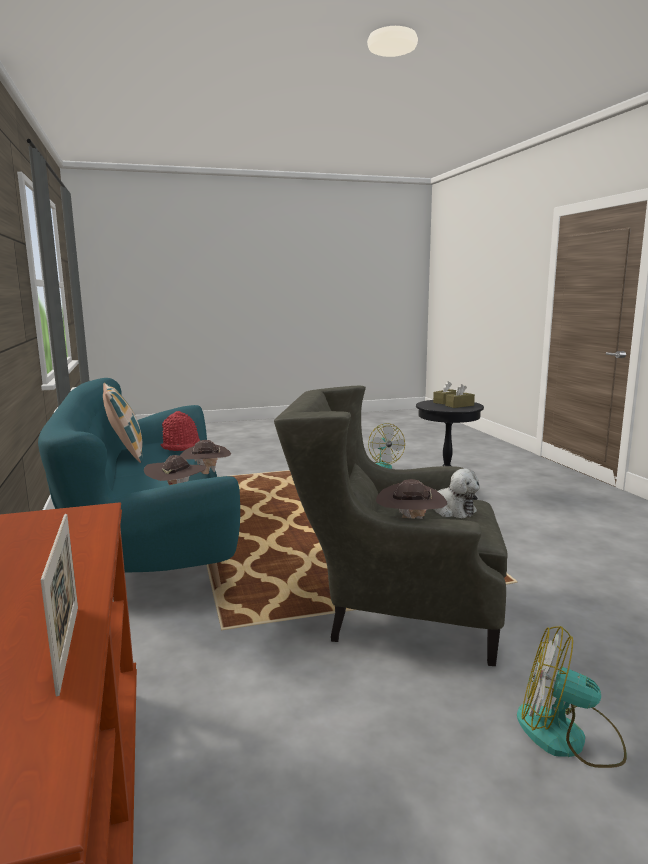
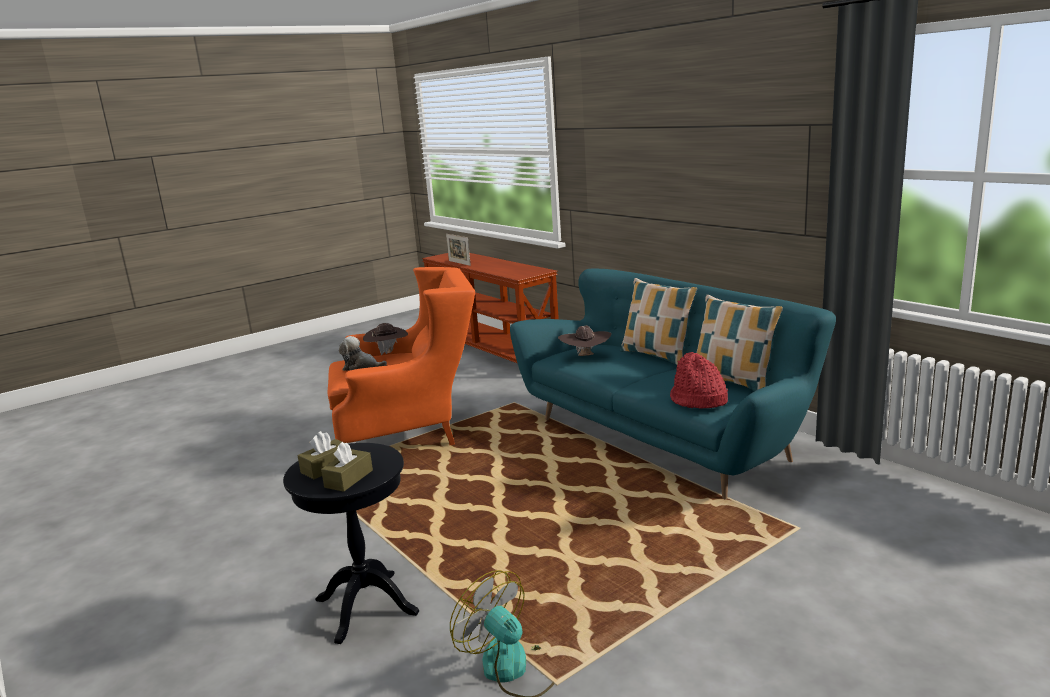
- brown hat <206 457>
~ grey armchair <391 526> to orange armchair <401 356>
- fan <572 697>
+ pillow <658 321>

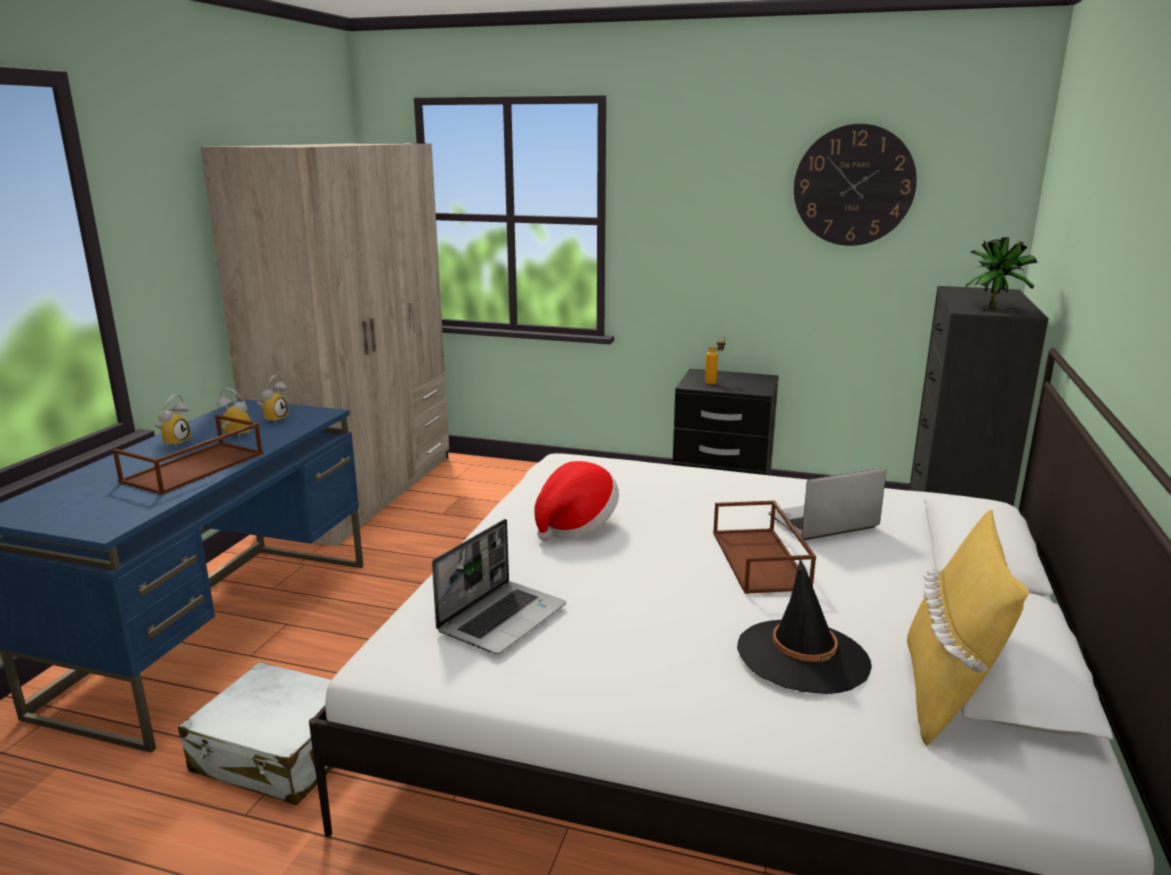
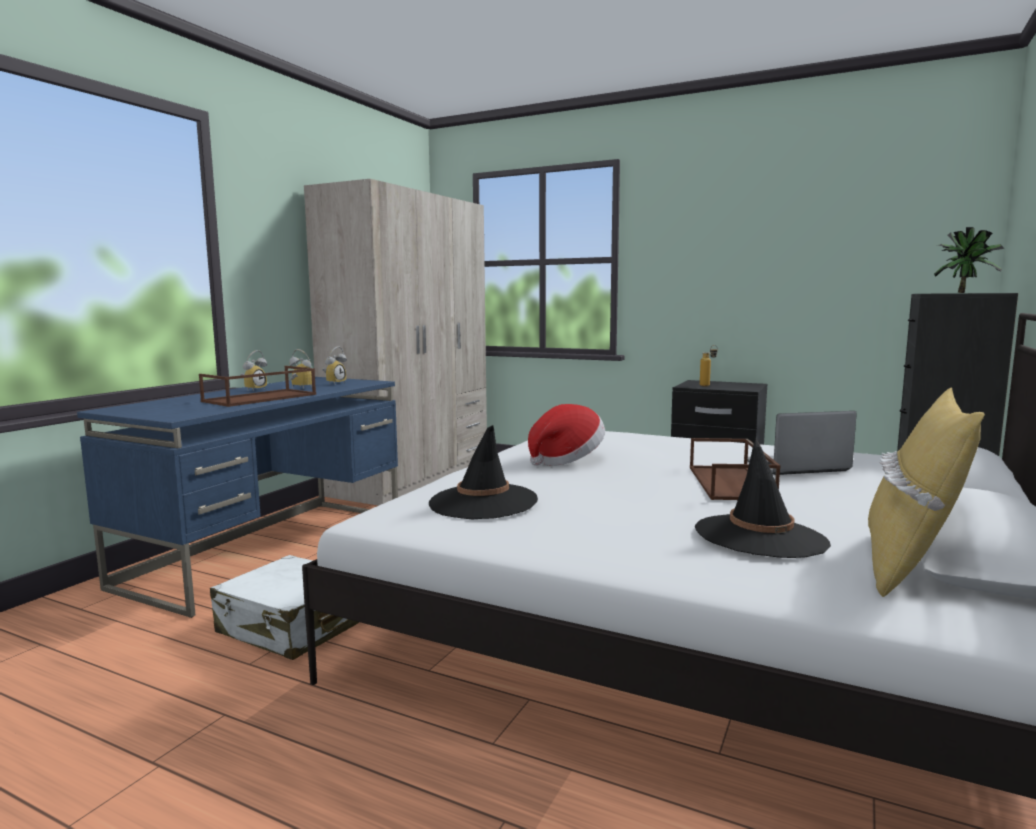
~ laptop <499 586> to black hat <483 472>
- wall clock <855 185>

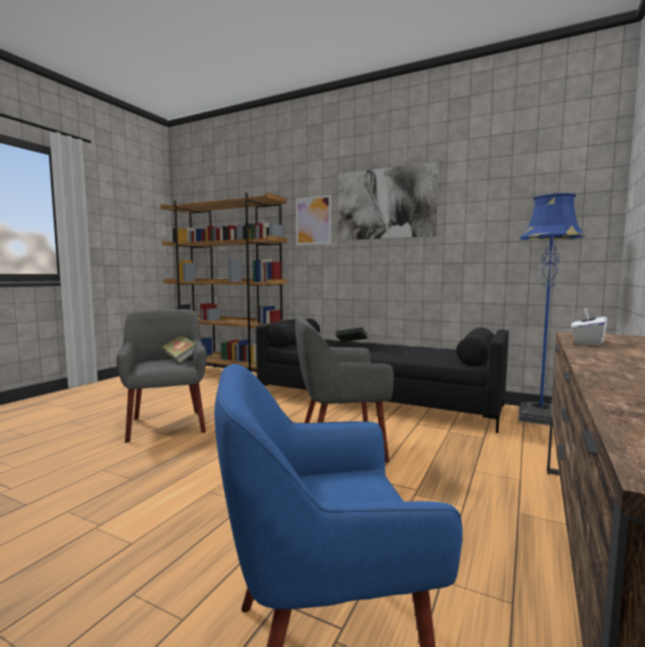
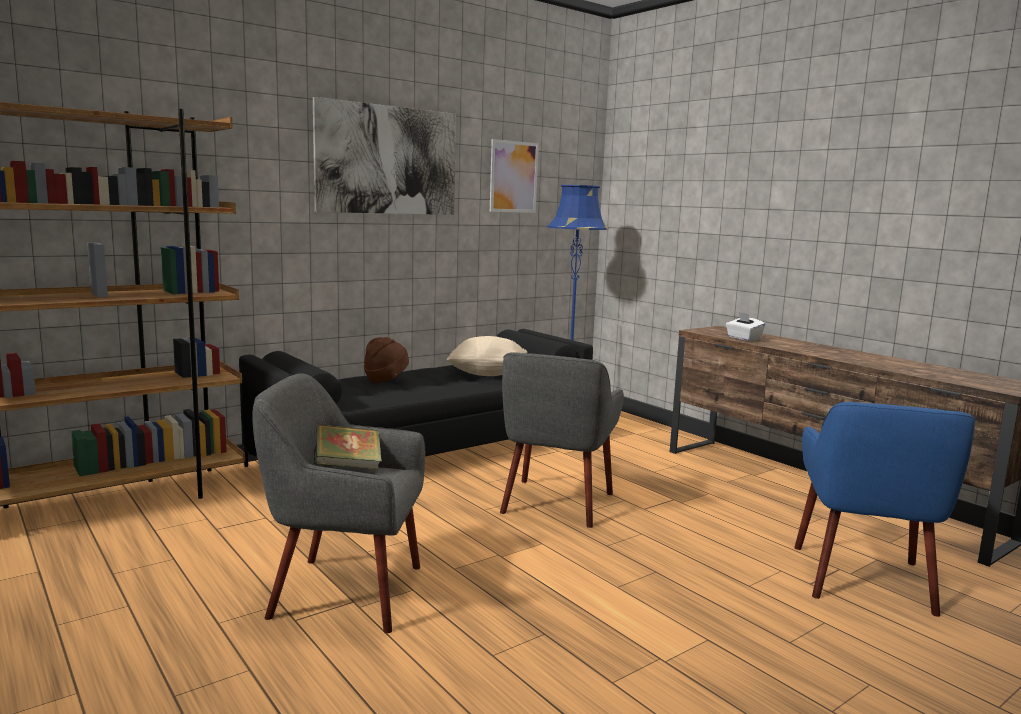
~ picture <313 220> to <514 176>
~ book <351 334> to brown hat <386 360>
+ beige pillow <486 356>

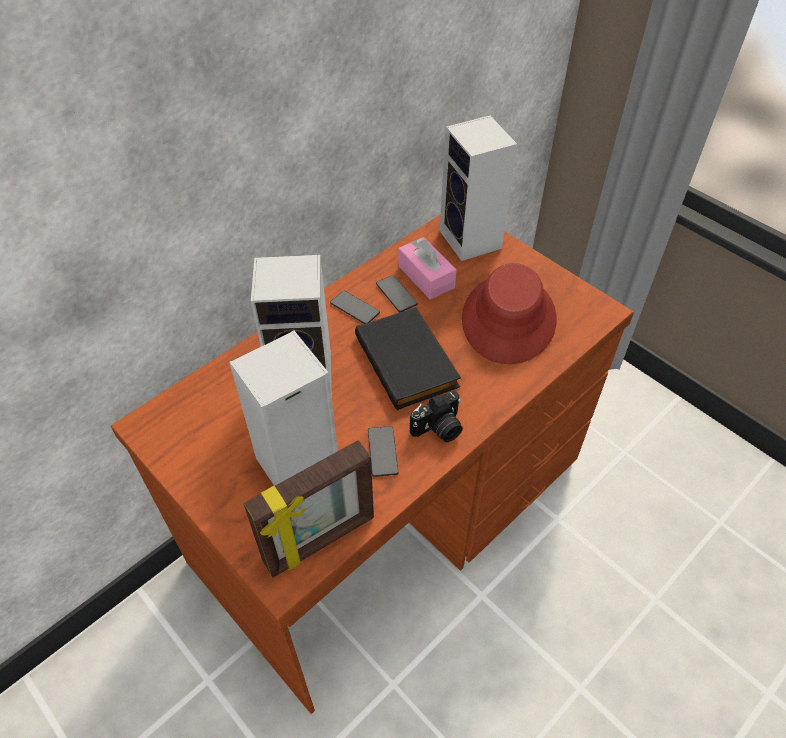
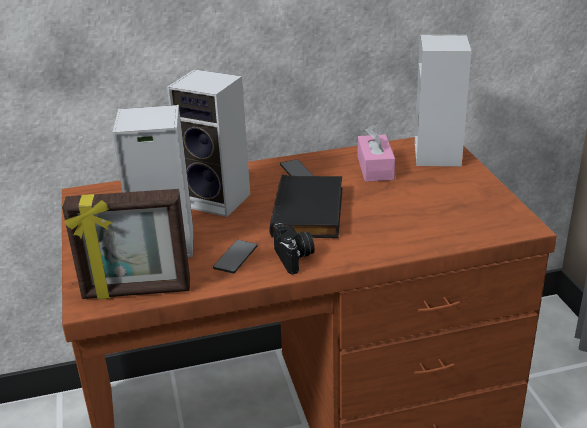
- phone <397 293>
~ photo camera <436 416> = <294 248> 105 degrees counterclockwise
- red hat <509 313>

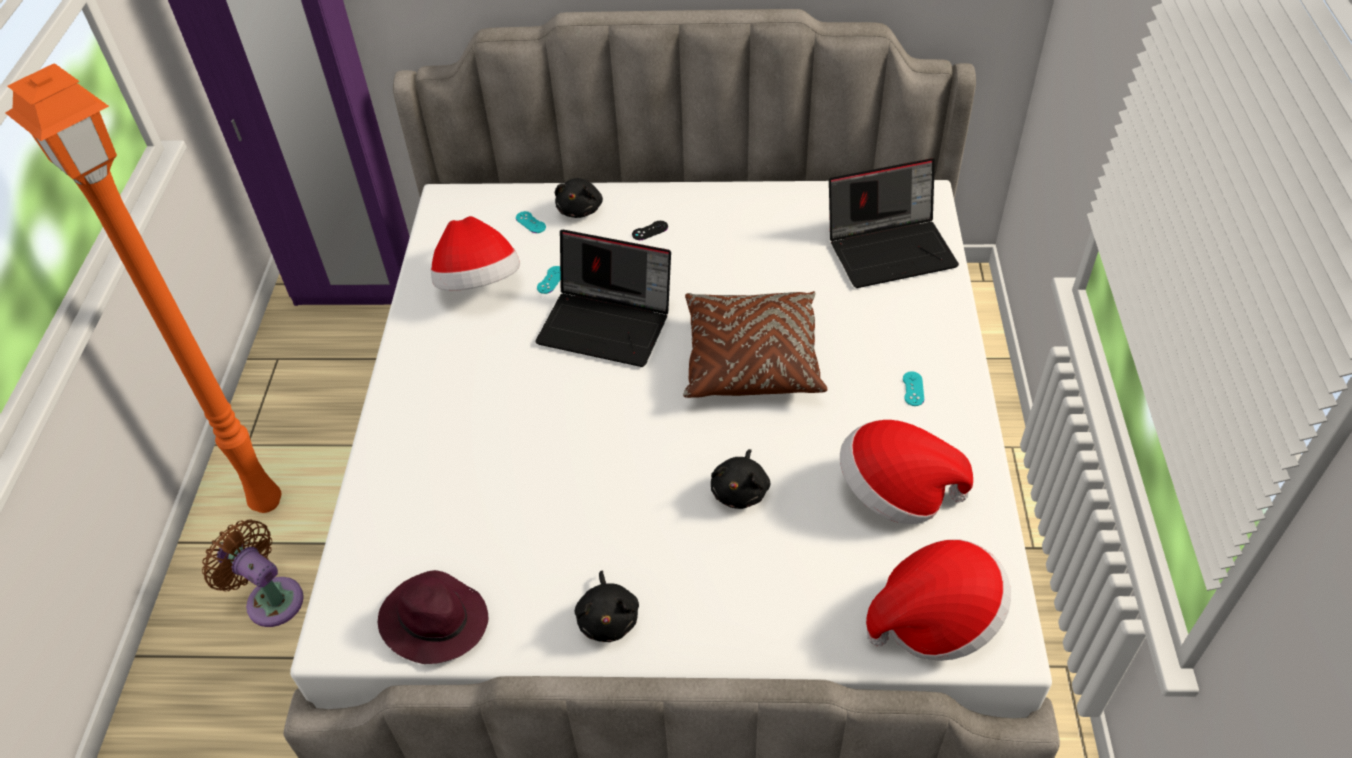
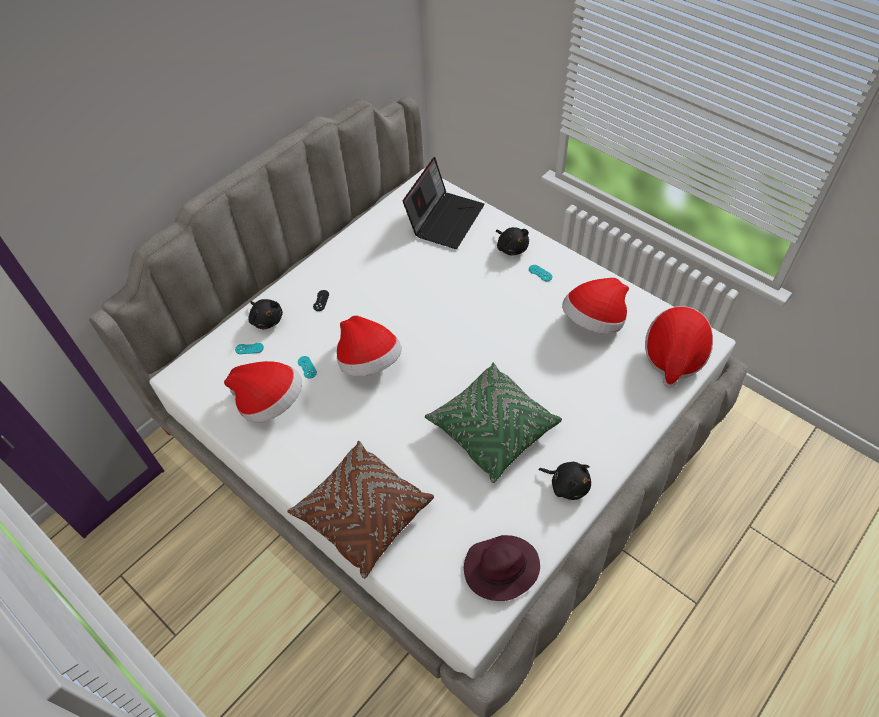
- orange floor lamp <143 288>
- brown fan <253 573>
~ laptop <603 298> to hat <369 345>
~ brown pillow <755 344> to <360 510>
~ black plush toy <740 479> to <512 241>
+ green pillow <493 423>

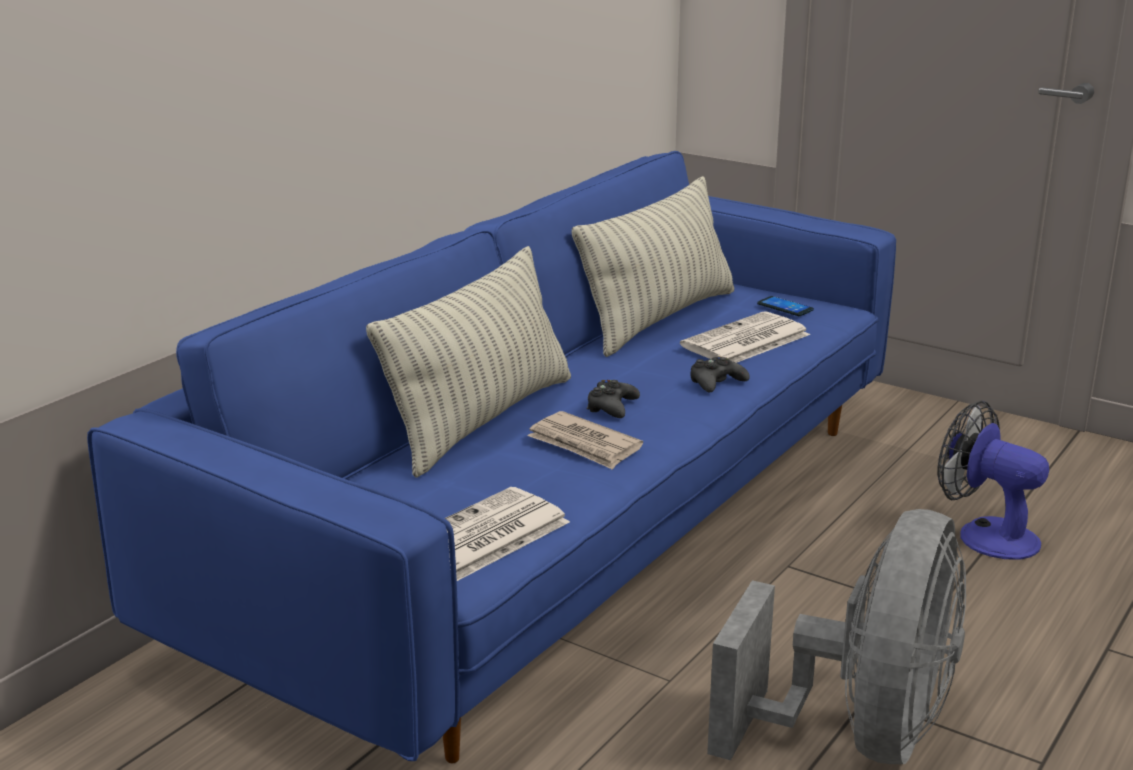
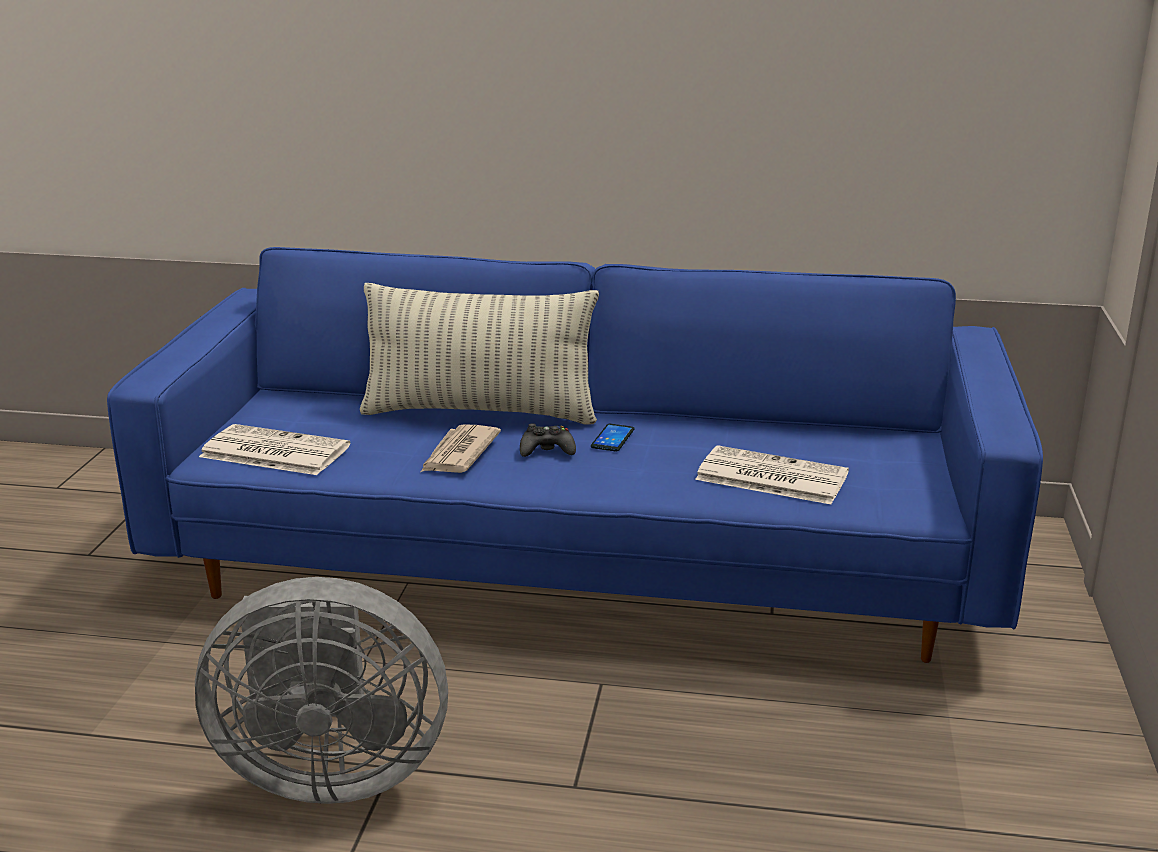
- pillow <653 266>
- black game controller <720 374>
~ phone <785 306> to <612 438>
- fan <993 480>

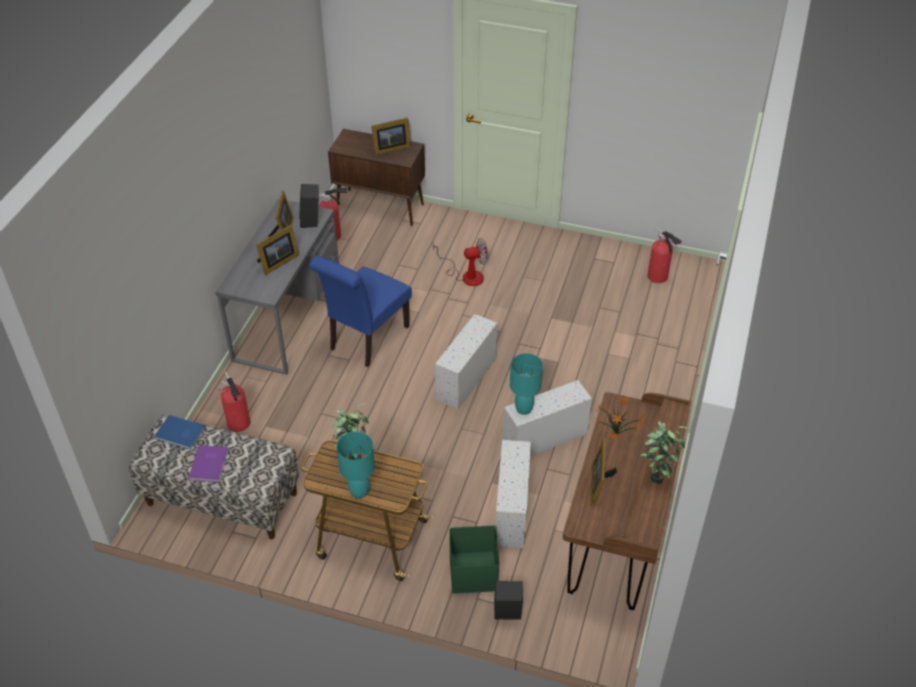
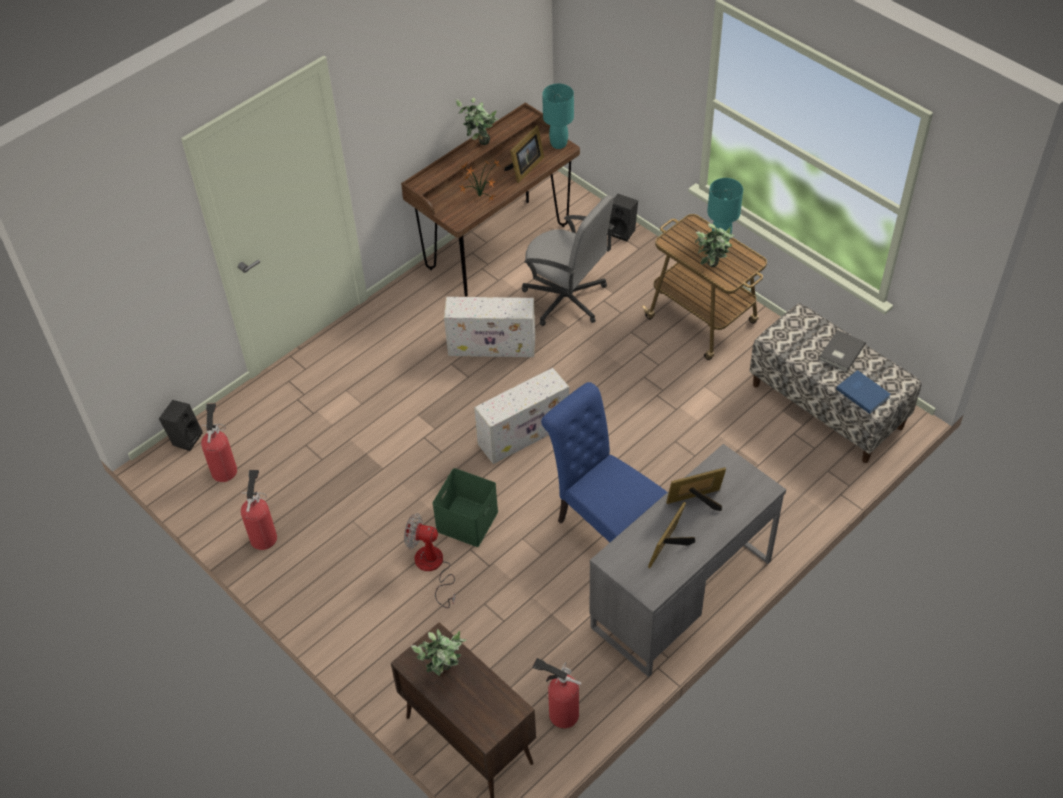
~ purple book <208 464> to grey book <842 351>
~ fire extinguisher <234 401> to <259 510>
~ black speaker <309 206> to <181 425>
~ blue chair <360 311> = <604 462> 105 degrees counterclockwise
~ picture frame <391 136> to potted plant <438 652>
~ green storage box <474 560> to <465 507>
~ white storage box <513 494> to grey office chair <568 260>
~ turquoise table lamp <526 384> to <558 116>

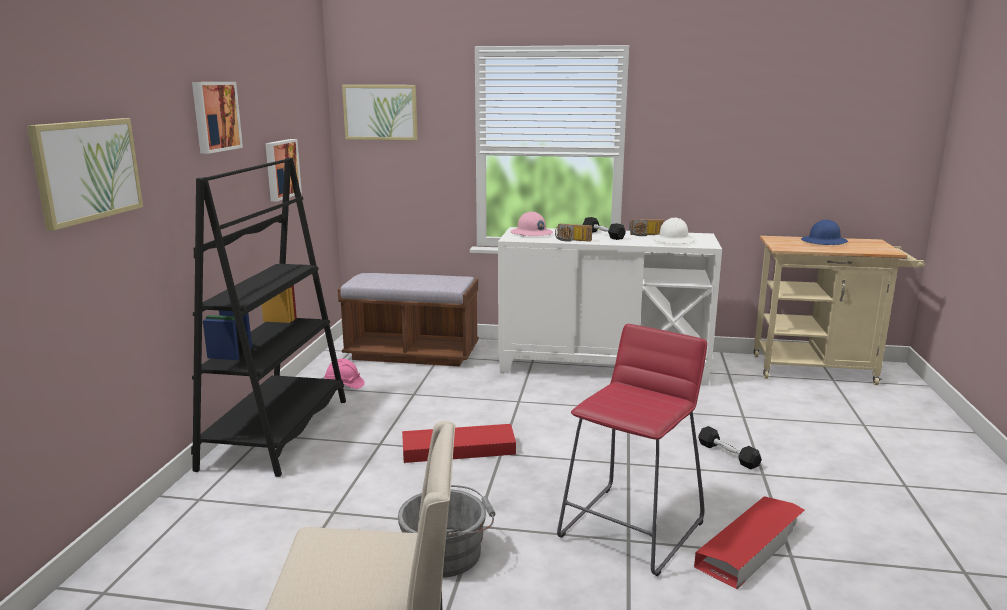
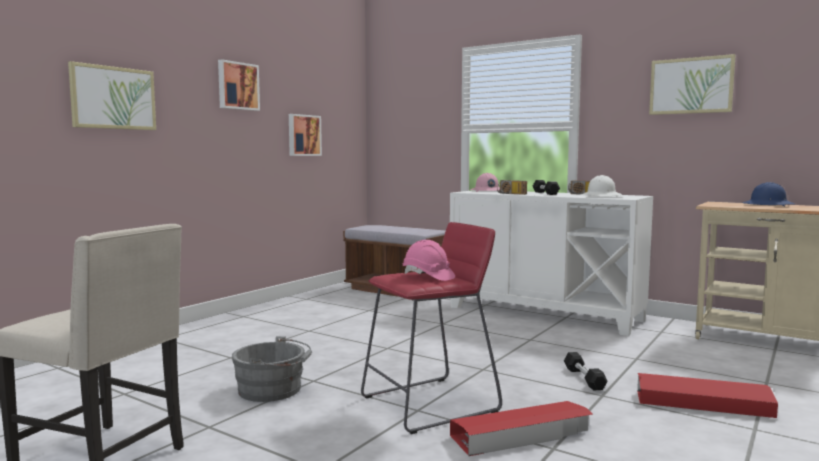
- black bookcase <268 317>
~ pink hard hat <344 374> to <429 260>
~ picture <380 113> to <692 84>
~ red storage box <459 443> to <707 395>

